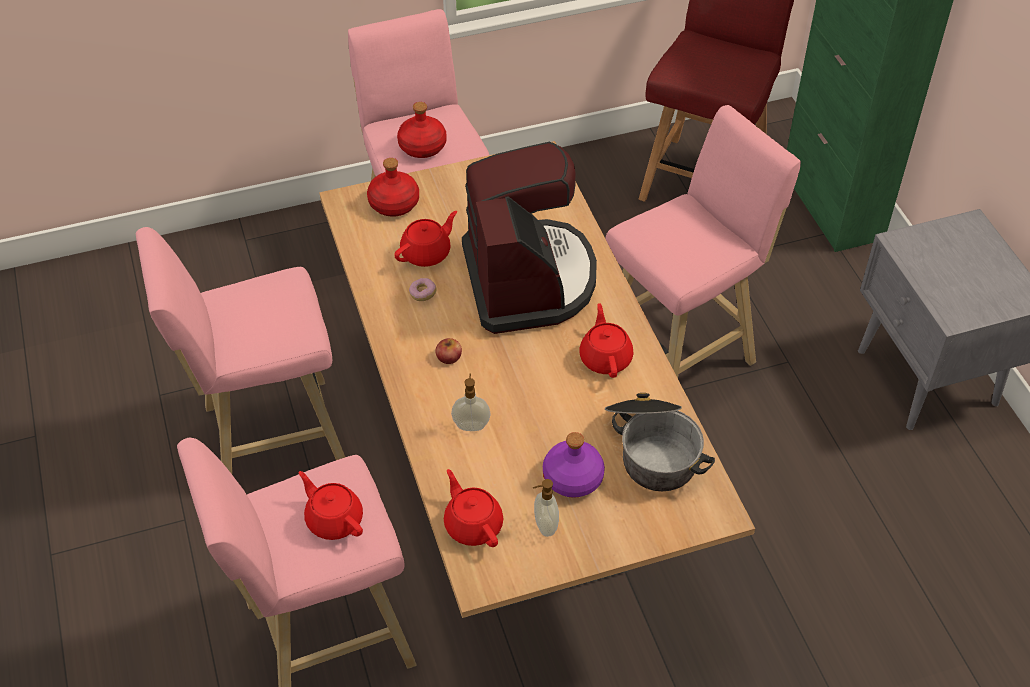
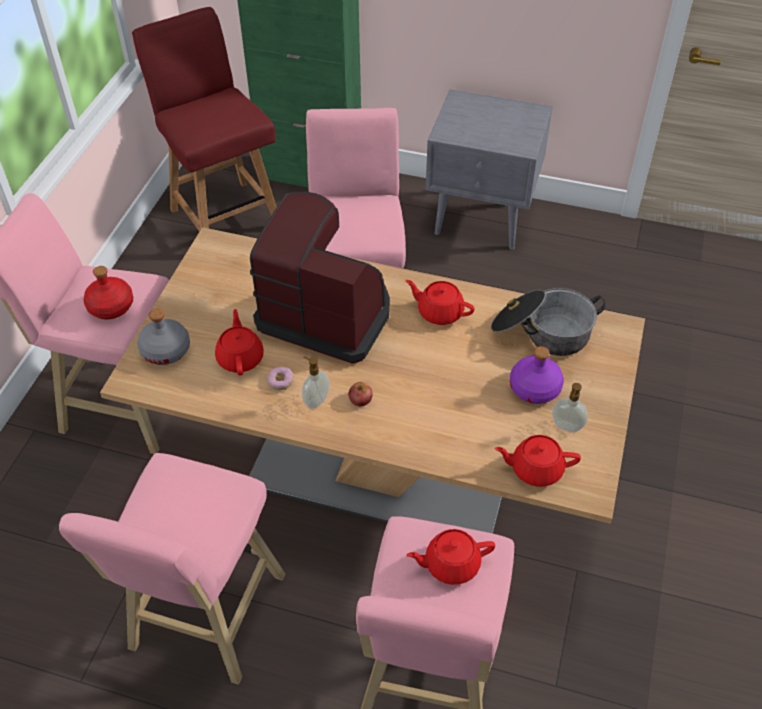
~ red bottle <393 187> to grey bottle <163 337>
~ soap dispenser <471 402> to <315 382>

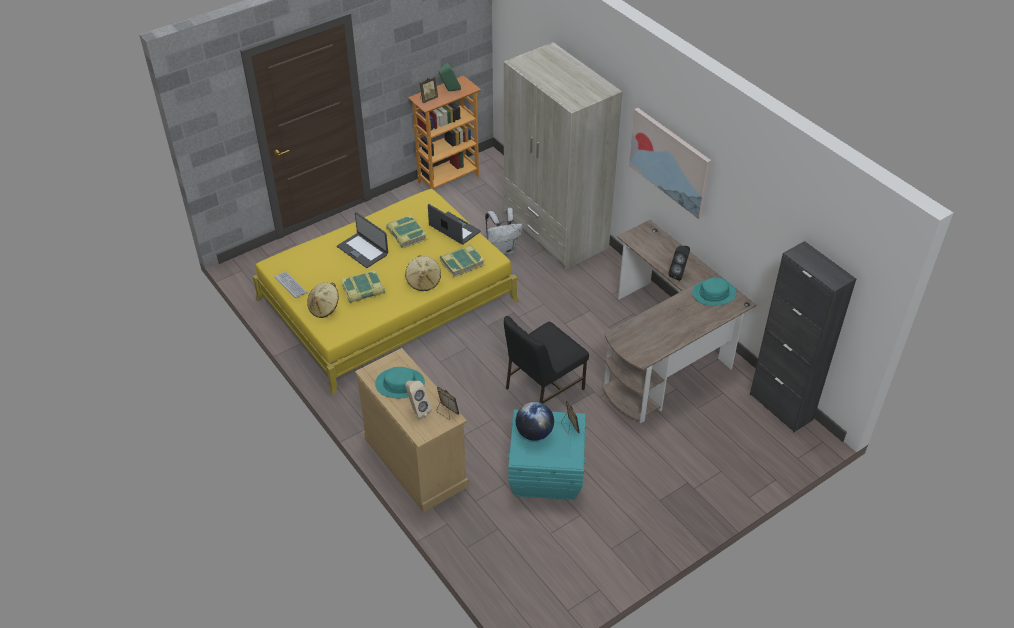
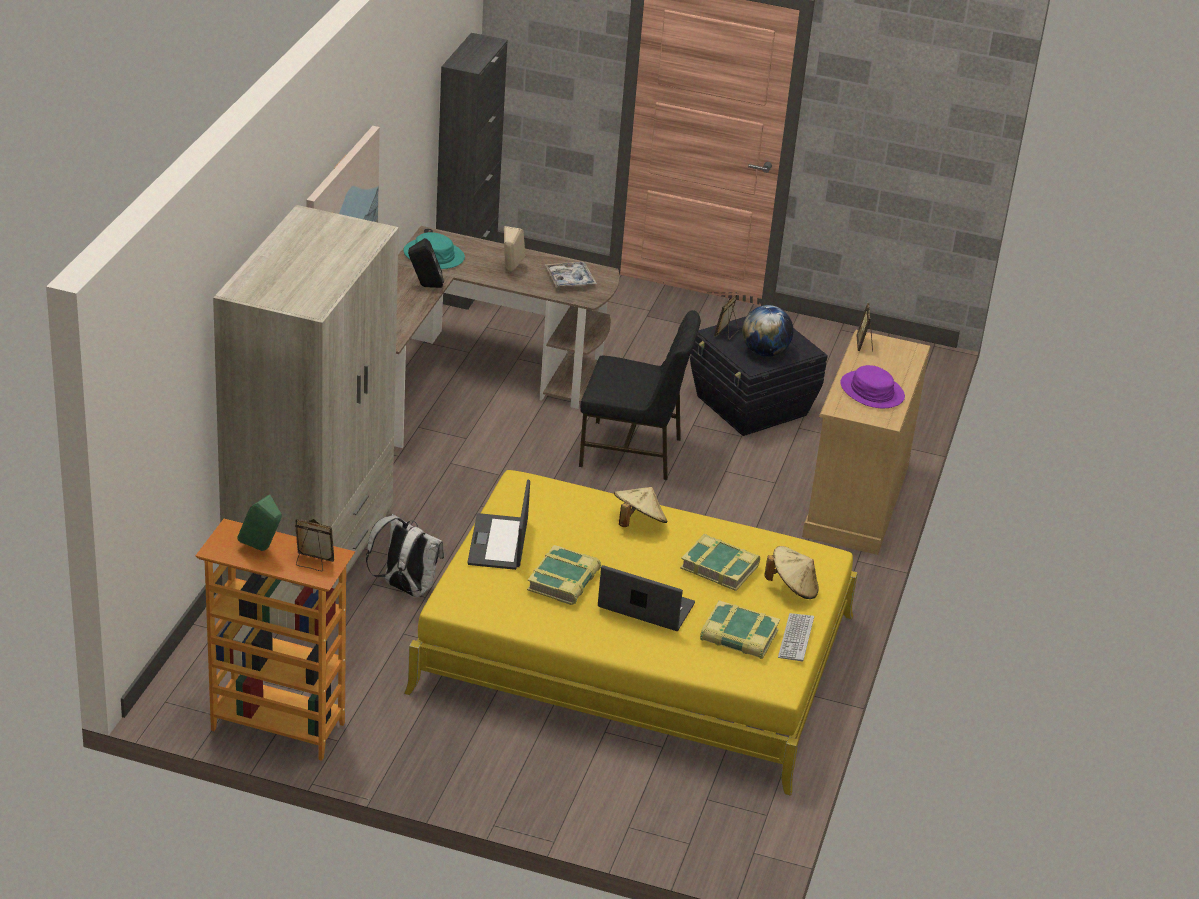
~ laptop <362 240> = <646 598> 75 degrees counterclockwise
~ turquoise hat <400 382> to purple hat <872 386>
~ beige speaker <418 400> to <514 248>
~ book <462 260> to <740 629>
~ turquoise storage box <547 454> to black storage box <759 376>
+ tray <571 274>

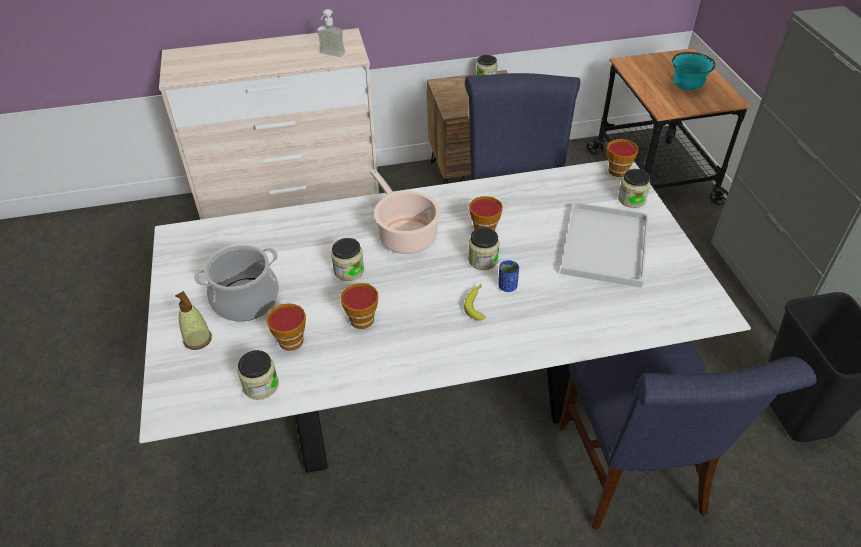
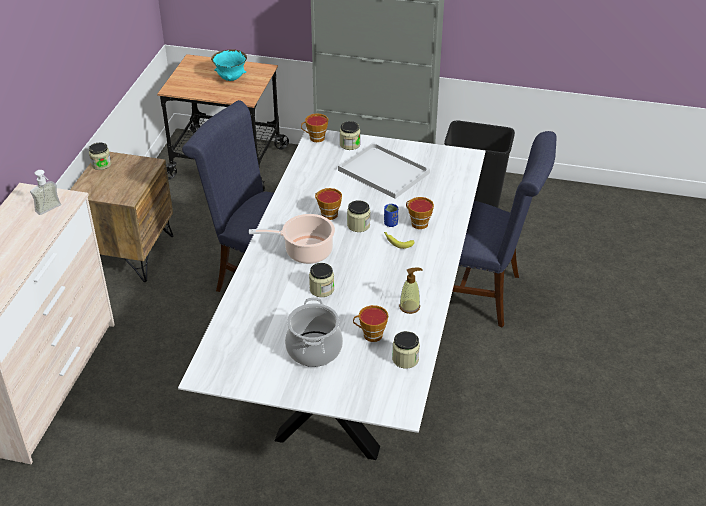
~ soap dispenser <193 320> to <410 291>
~ cup <359 306> to <420 213>

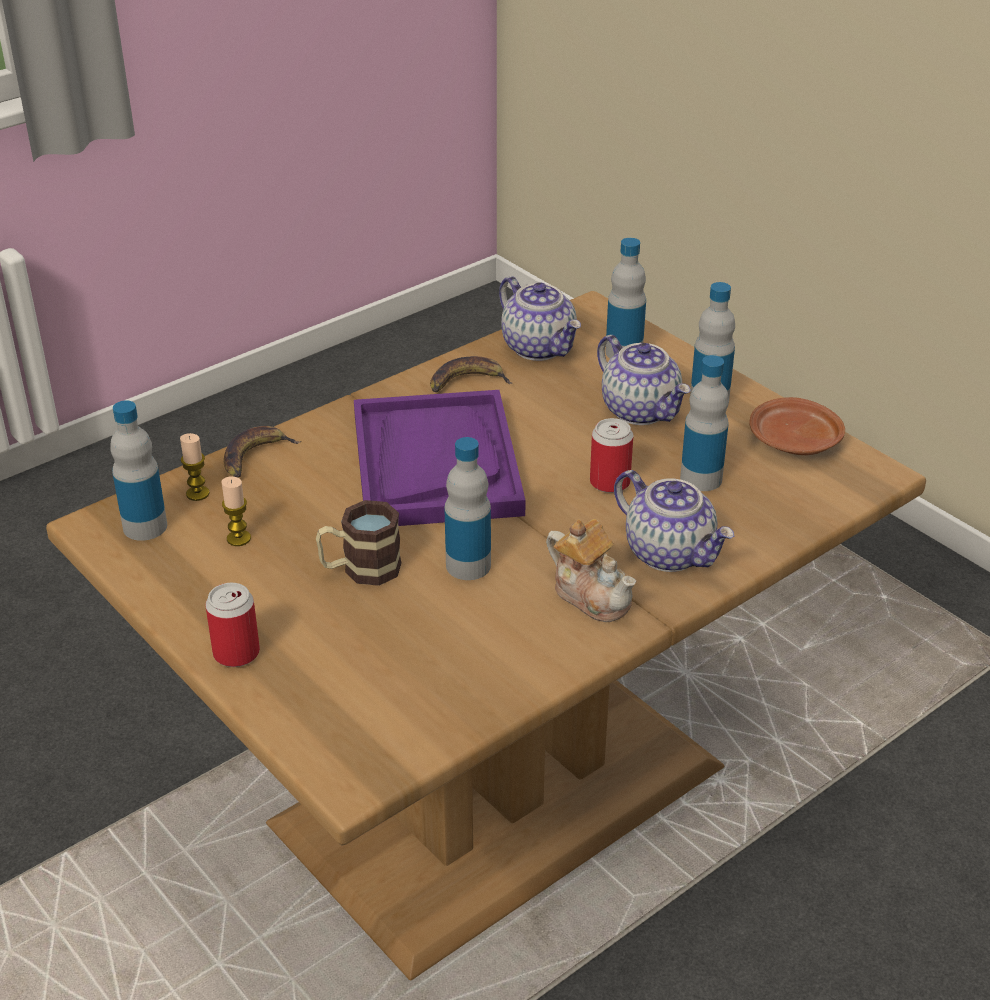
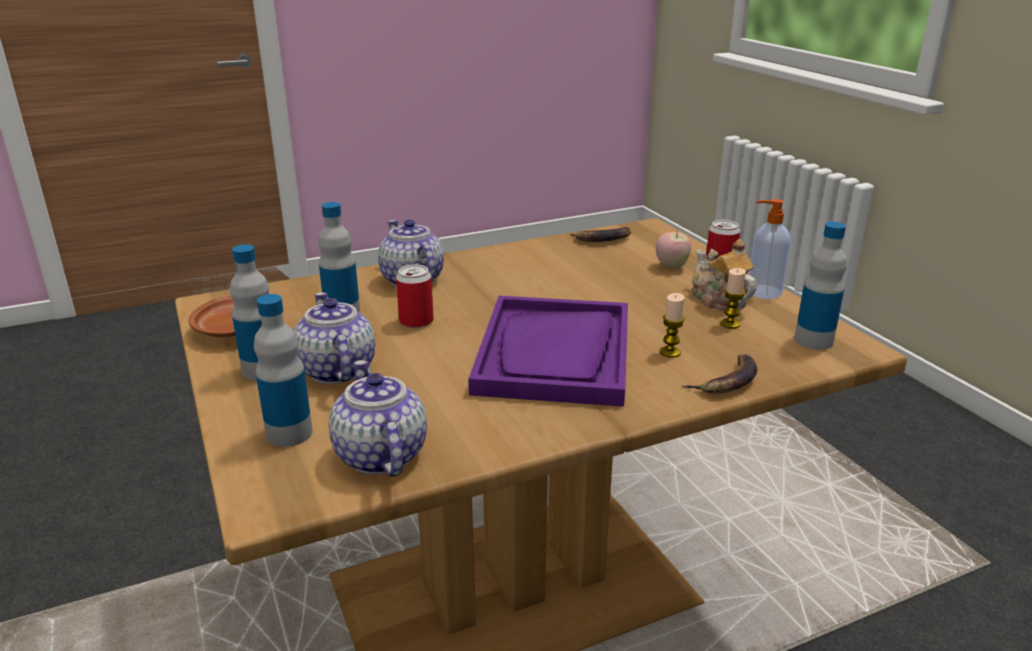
~ candle <195 467> to <672 325>
- mug <359 543>
~ banana <471 374> to <600 234>
- bottle <467 508>
~ teapot <591 570> to <724 274>
+ apple <673 249>
+ soap dispenser <769 249>

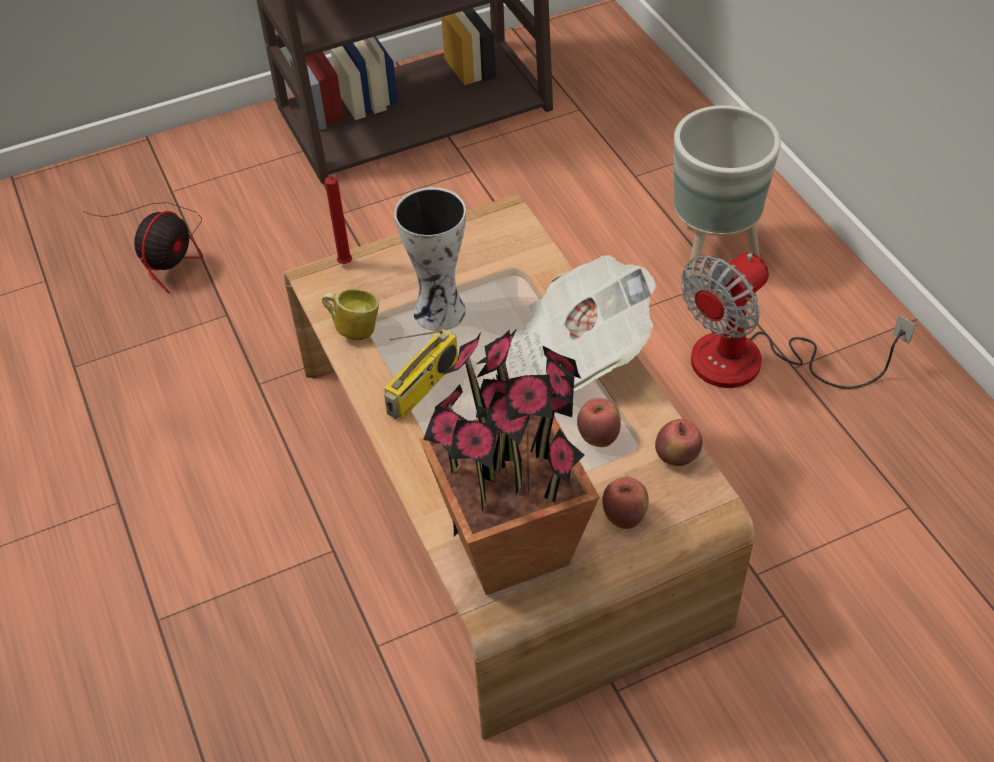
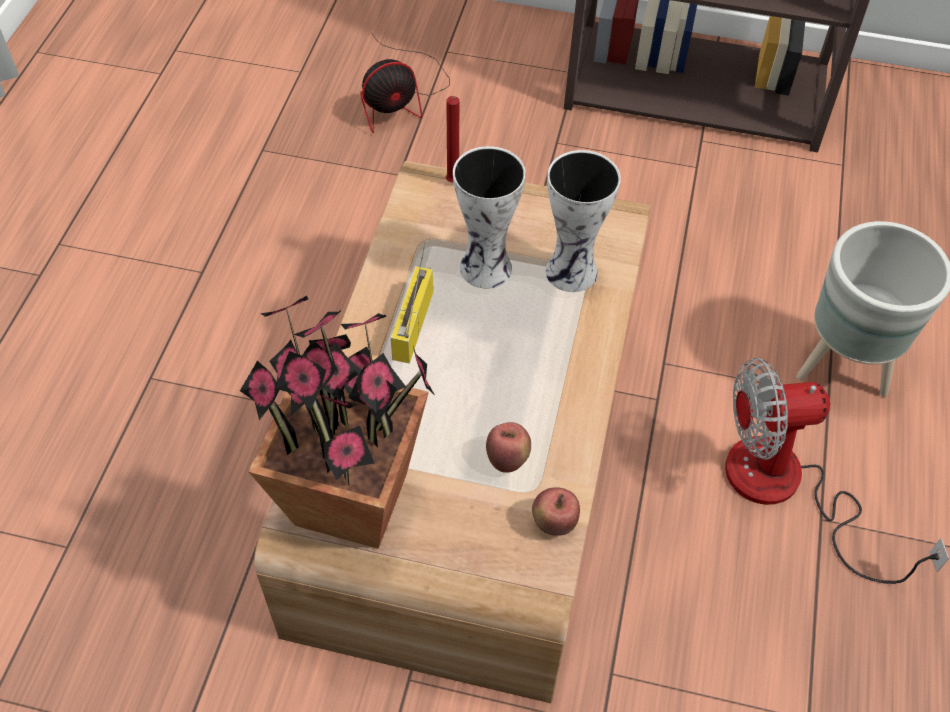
- mug <350 314>
~ radio <421 374> = <412 302> 120 degrees clockwise
- newspaper <581 323>
- apple <625 503>
+ vase <583 221>

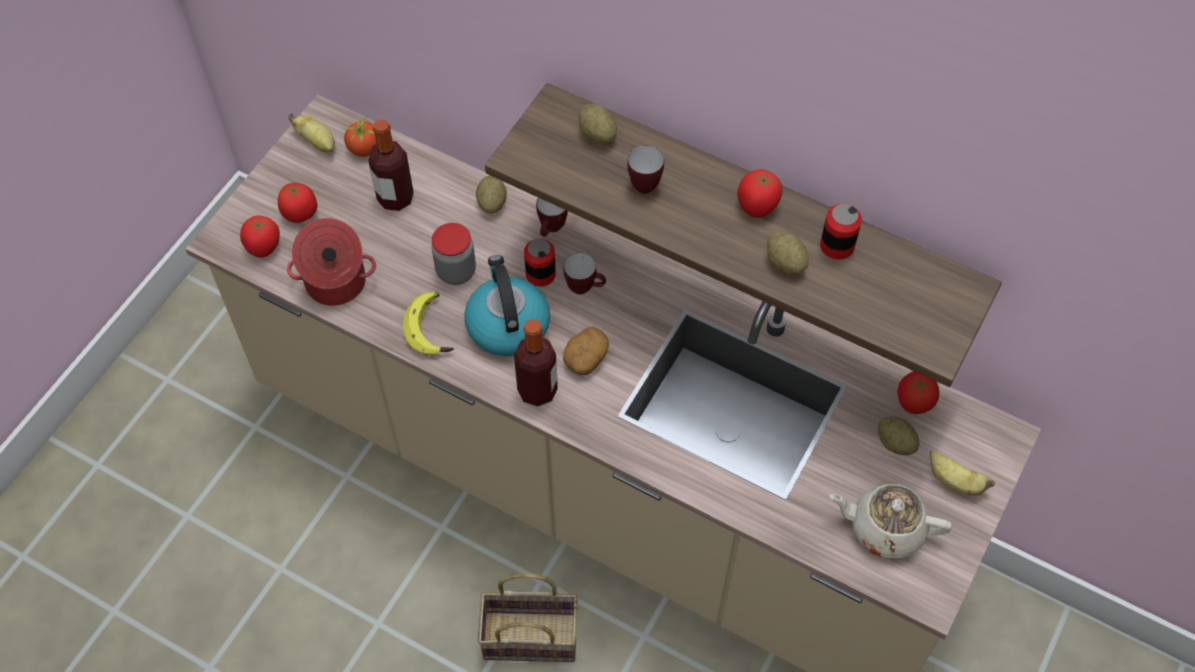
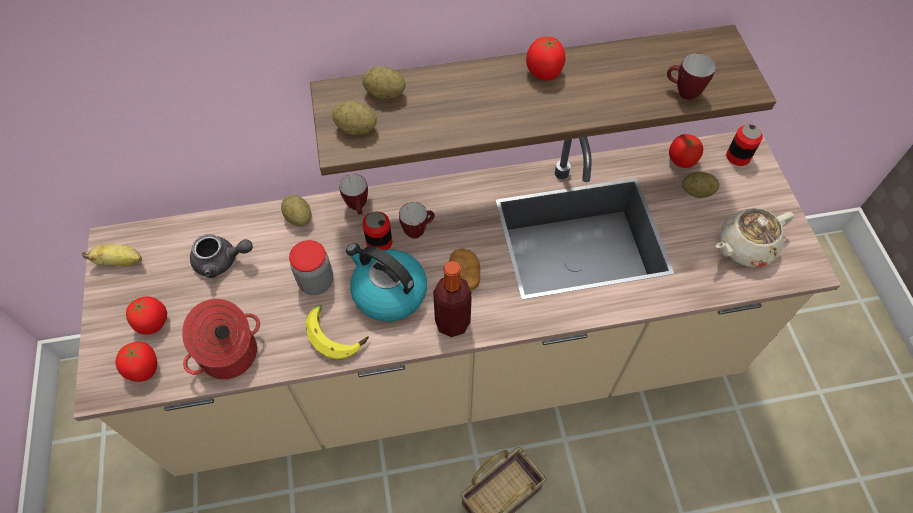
- tomato <360 137>
~ bottle <391 165> to grey teapot <221 256>
~ mug <645 169> to <691 76>
~ potato <788 253> to <354 118>
~ can <841 232> to <744 145>
- banana <962 473>

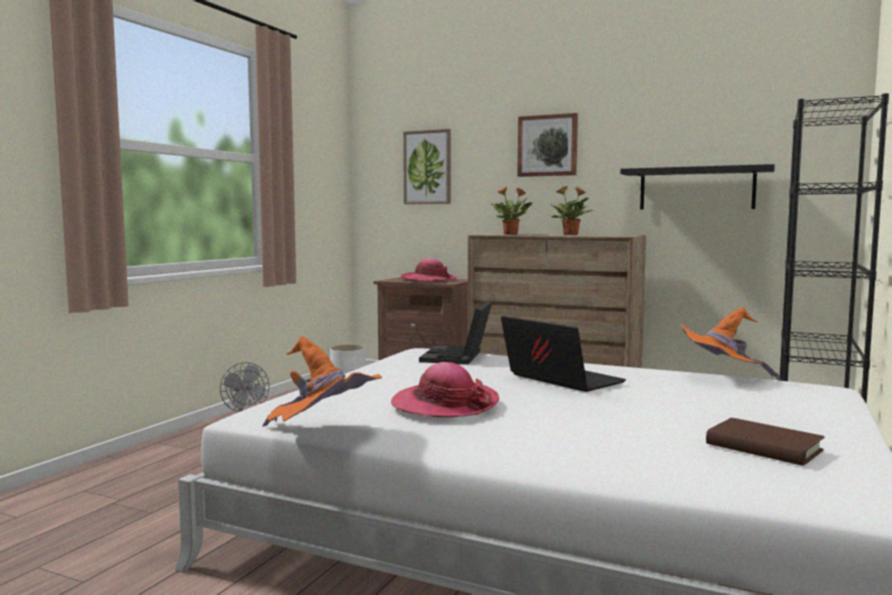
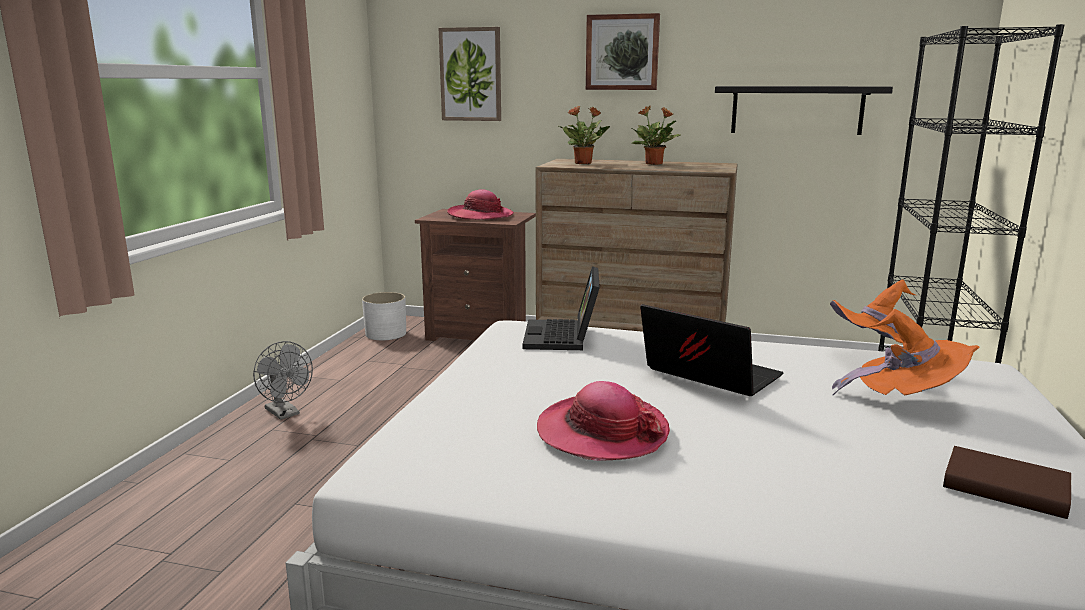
~ orange hat <322 381> to <906 352>

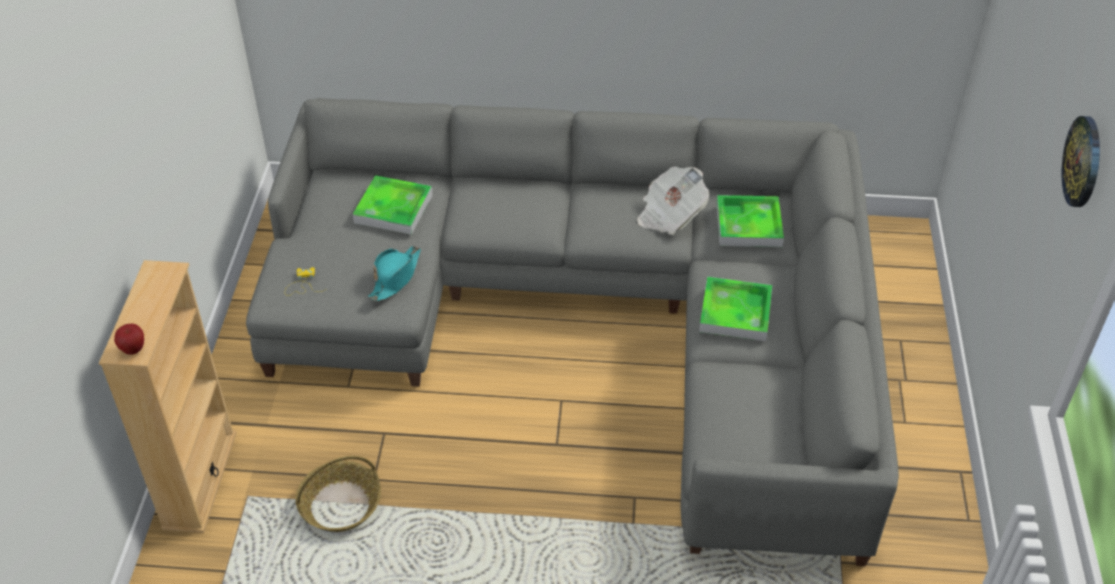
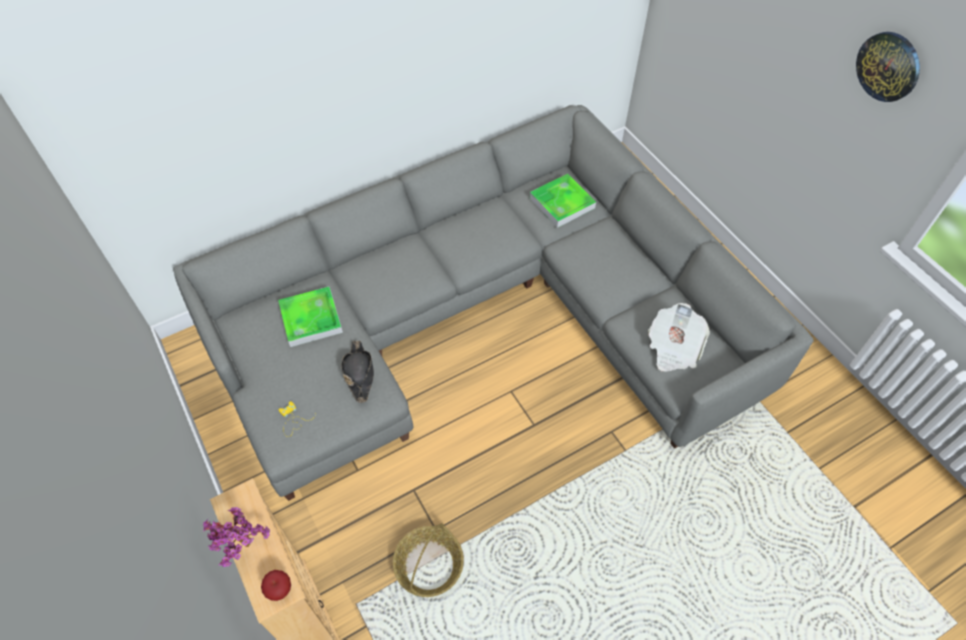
~ turquoise hat <394 273> to black hat <357 372>
~ newspaper <673 200> to <679 337>
- tray <735 309>
+ potted plant <236 537>

